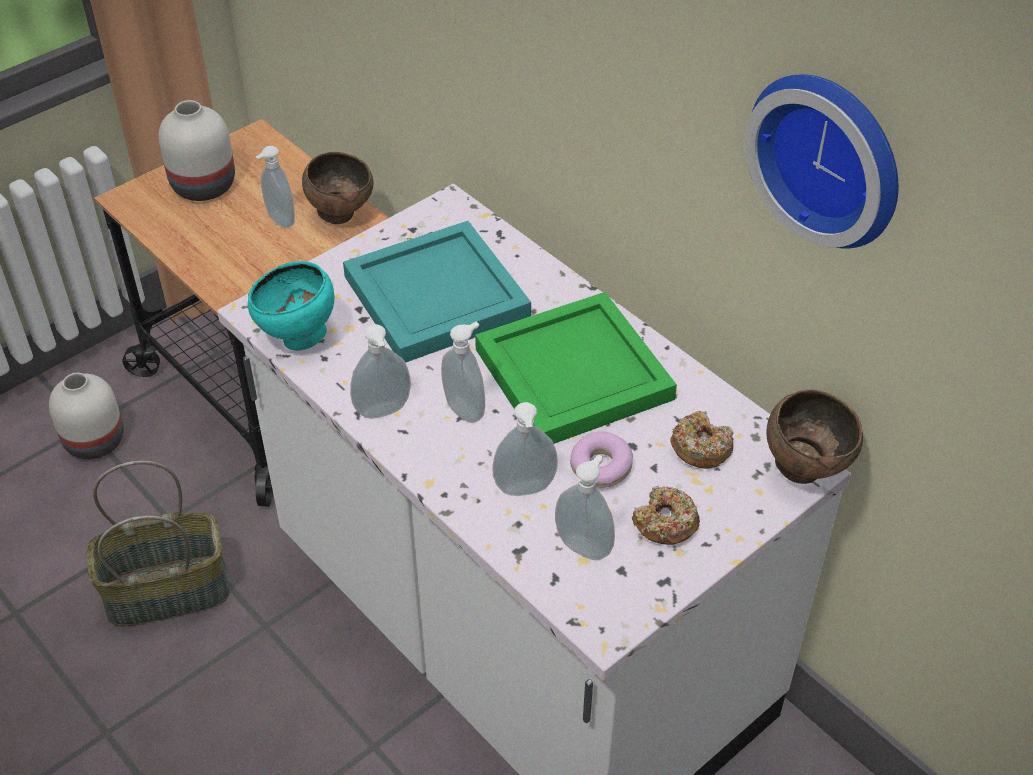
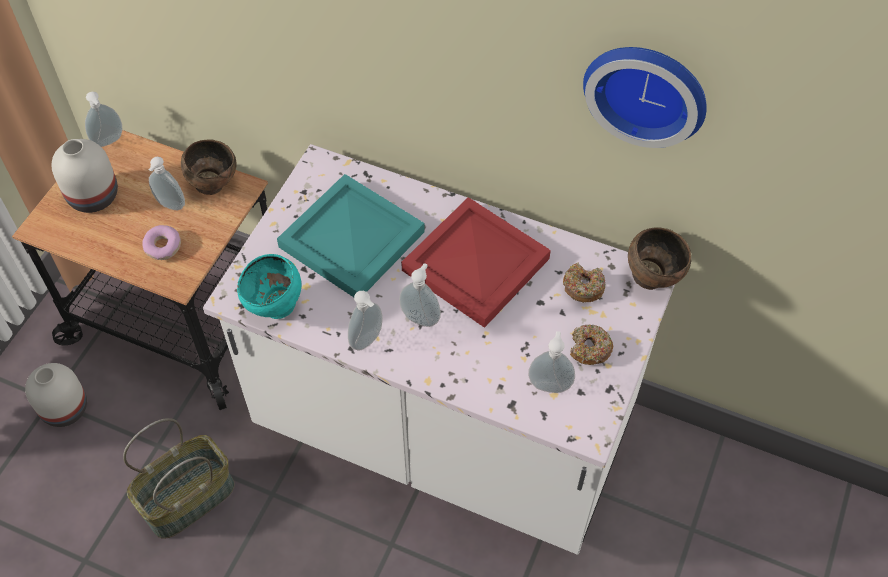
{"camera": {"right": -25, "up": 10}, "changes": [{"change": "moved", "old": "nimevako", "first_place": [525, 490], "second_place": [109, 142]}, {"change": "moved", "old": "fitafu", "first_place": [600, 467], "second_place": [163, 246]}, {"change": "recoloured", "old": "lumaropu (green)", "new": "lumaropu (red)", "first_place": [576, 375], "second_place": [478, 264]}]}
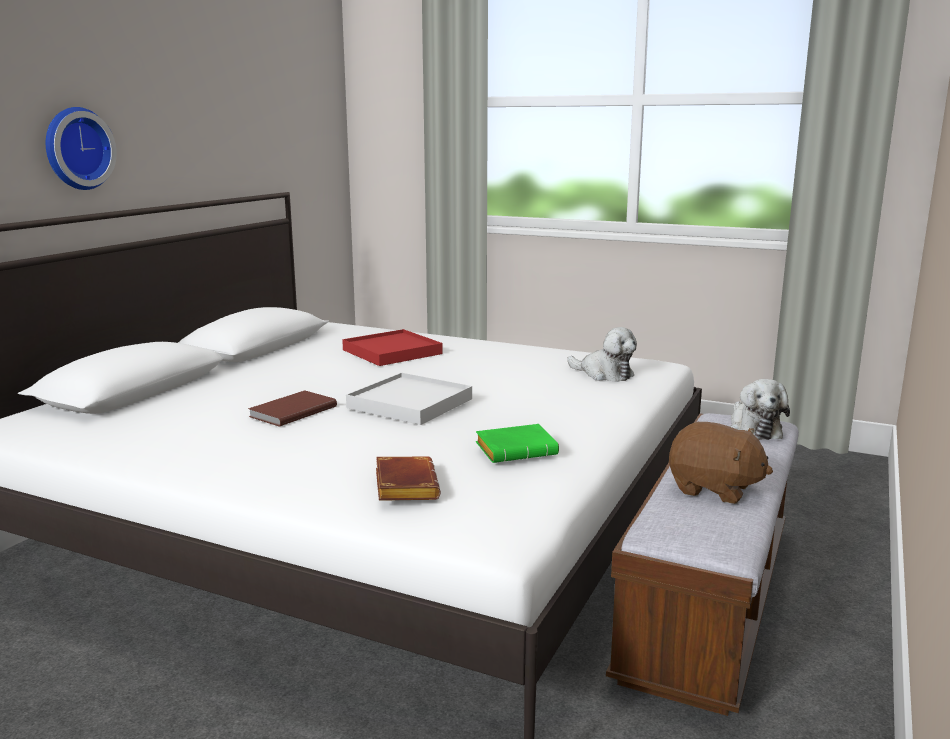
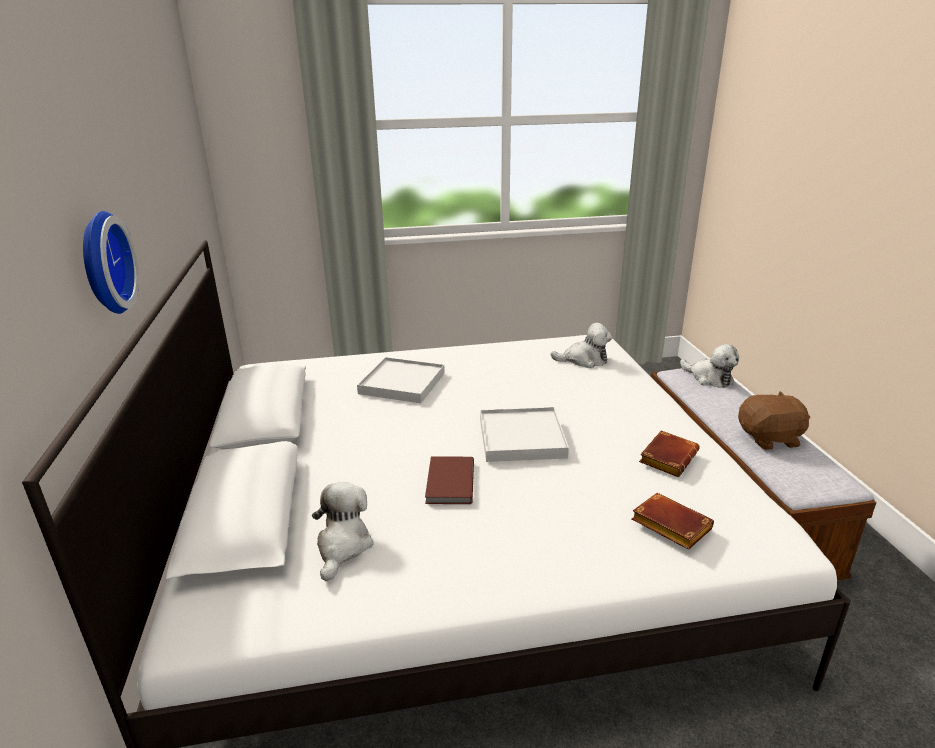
{"camera": {"right": -35, "up": 10}, "changes": [{"change": "added", "new": "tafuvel", "second_place": [343, 546]}, {"change": "recoloured", "old": "lumaropu (red)", "new": "lumaropu (white)", "first_place": [392, 352], "second_place": [402, 383]}, {"change": "recoloured", "old": "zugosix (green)", "new": "zugosix (brown)", "first_place": [517, 450], "second_place": [667, 457]}]}
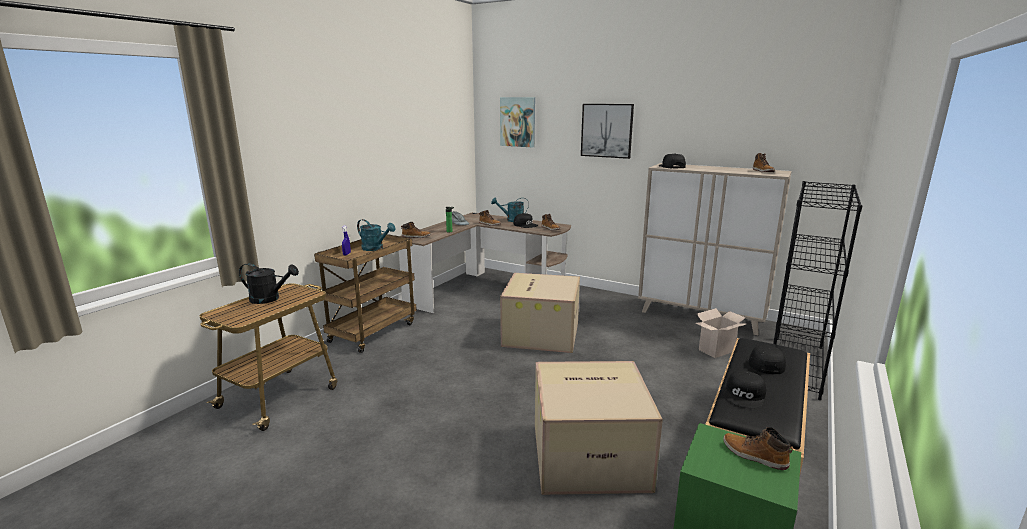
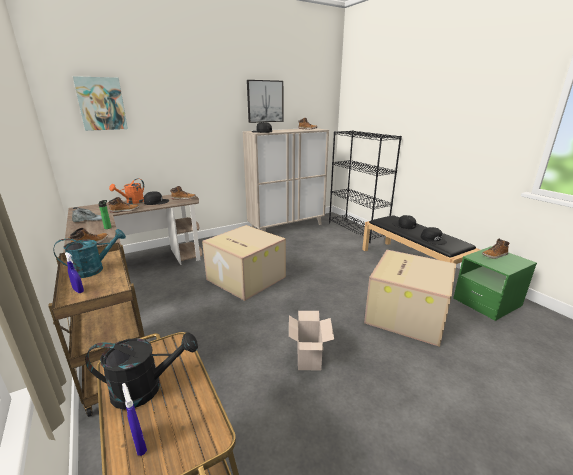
{"camera": {"right": -60, "up": 5}, "changes": [{"change": "turned", "old": "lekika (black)", "first_place": [270, 299], "second_place": [146, 388], "degrees": 45}, {"change": "recoloured", "old": "lekika (turquoise)", "new": "lekika (orange)", "first_place": [512, 220], "second_place": [132, 202]}, {"change": "added", "new": "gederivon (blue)", "second_place": [139, 444]}, {"change": "moved", "old": "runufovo", "first_place": [607, 130], "second_place": [265, 101]}, {"change": "moved", "old": "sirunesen", "first_place": [716, 351], "second_place": [309, 359]}]}
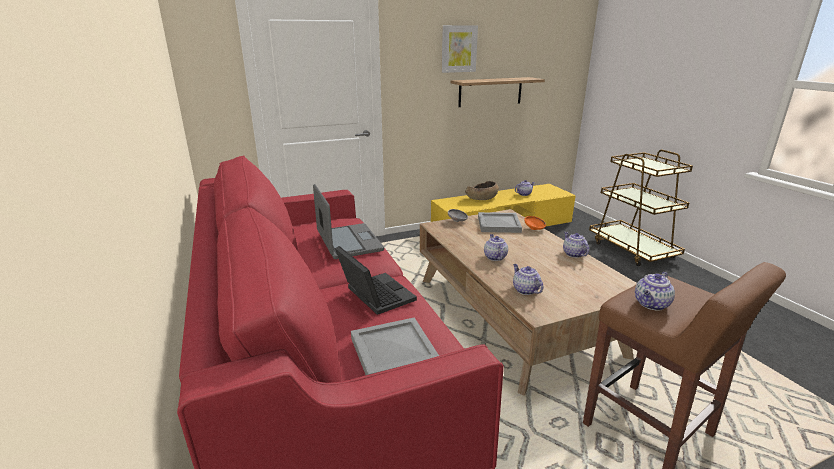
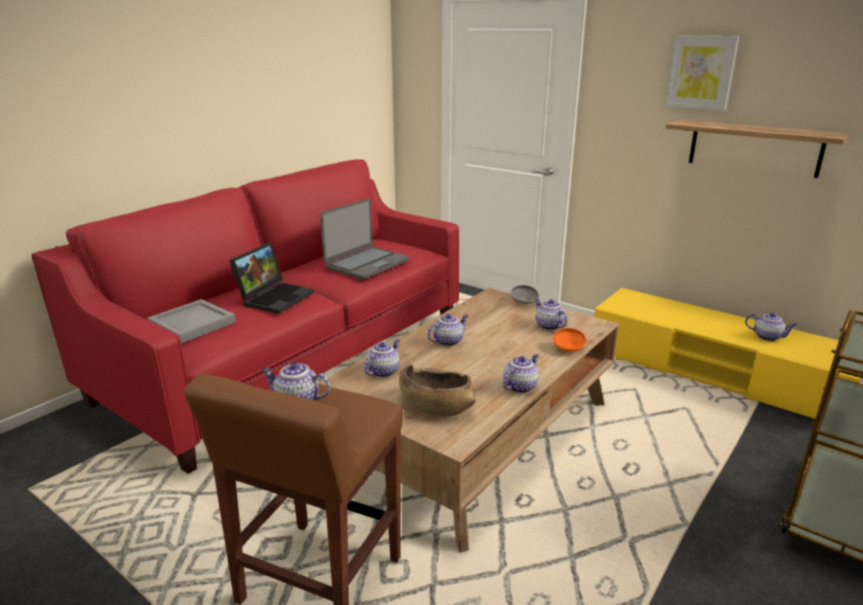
{"camera": {"right": 60, "up": 0}, "changes": [{"change": "moved", "old": "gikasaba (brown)", "first_place": [481, 198], "second_place": [435, 405]}, {"change": "replaced", "old": "lumaropu (grey)", "new": "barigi", "first_place": [498, 225], "second_place": [548, 325]}]}
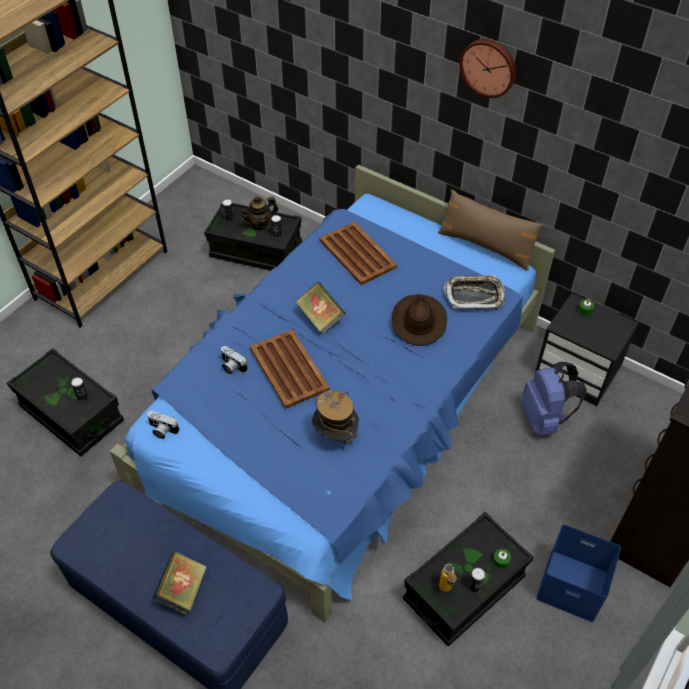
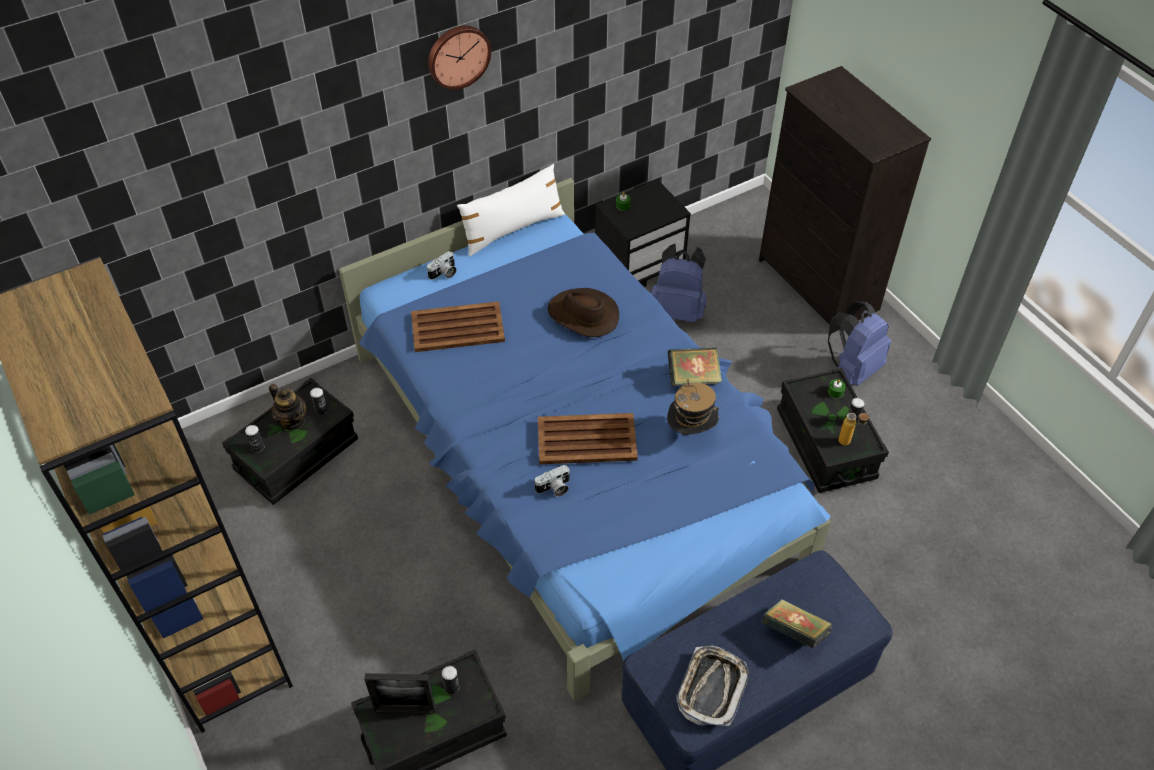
{"camera": {"right": -65, "up": 0}, "changes": [{"change": "turned", "old": "barigi", "first_place": [260, 224], "second_place": [292, 420], "degrees": -45}, {"change": "added", "new": "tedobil", "second_place": [405, 710]}, {"change": "moved", "old": "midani", "first_place": [162, 430], "second_place": [444, 273]}, {"change": "recoloured", "old": "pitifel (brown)", "new": "pitifel (white)", "first_place": [486, 246], "second_place": [512, 229]}, {"change": "moved", "old": "zugosix", "first_place": [320, 317], "second_place": [693, 378]}, {"change": "moved", "old": "lumaropu", "first_place": [474, 295], "second_place": [711, 688]}, {"change": "replaced", "old": "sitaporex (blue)", "new": "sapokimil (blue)", "first_place": [573, 585], "second_place": [853, 368]}]}
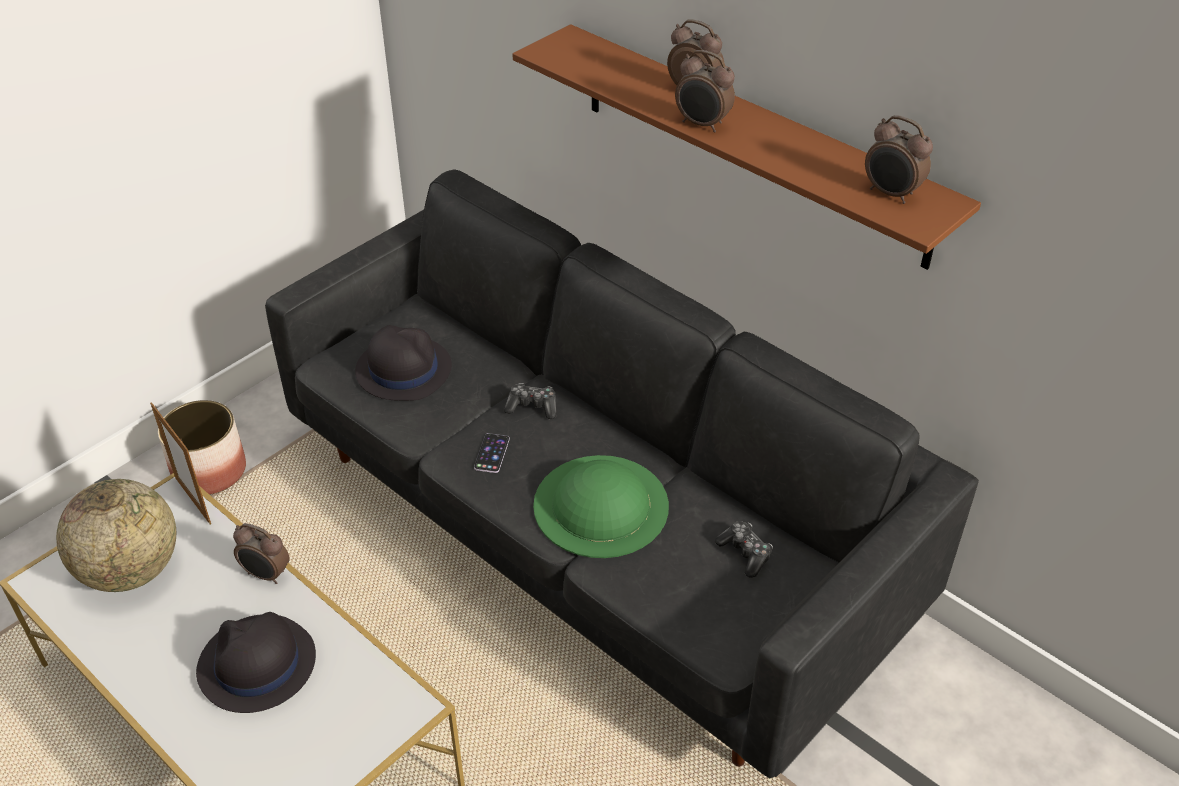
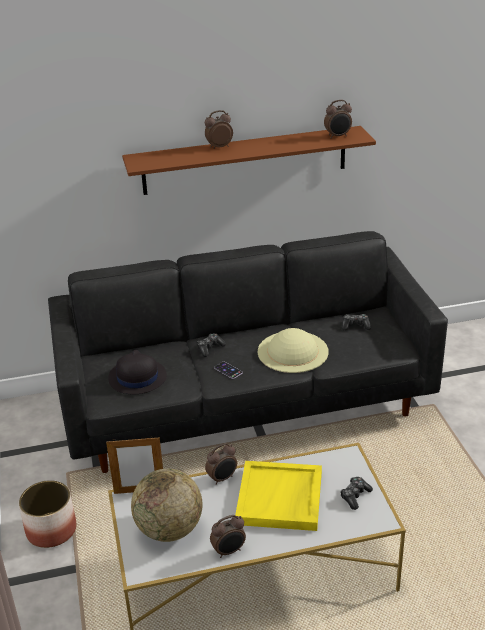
{"camera": {"right": -55, "up": -10}, "changes": [{"change": "moved", "old": "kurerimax", "first_place": [702, 125], "second_place": [229, 551]}, {"change": "replaced", "old": "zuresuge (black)", "new": "lumaropu (yellow)", "first_place": [256, 665], "second_place": [280, 499]}, {"change": "recoloured", "old": "zuresuge (green)", "new": "zuresuge (beige)", "first_place": [601, 505], "second_place": [293, 351]}, {"change": "added", "new": "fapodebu", "second_place": [355, 496]}]}
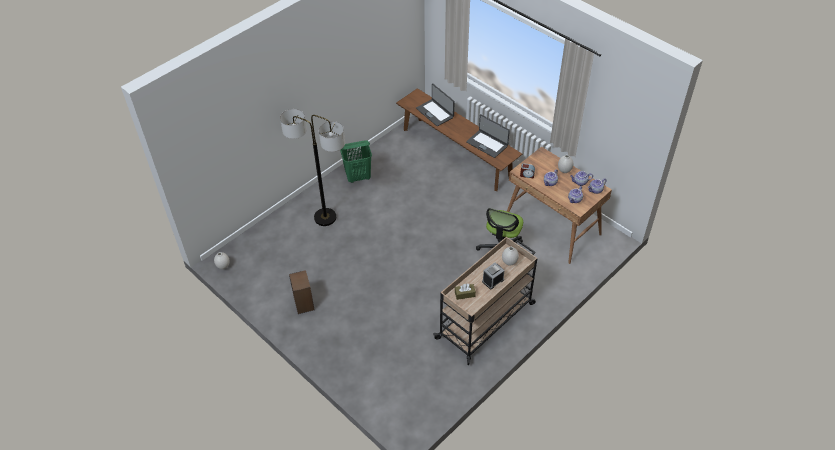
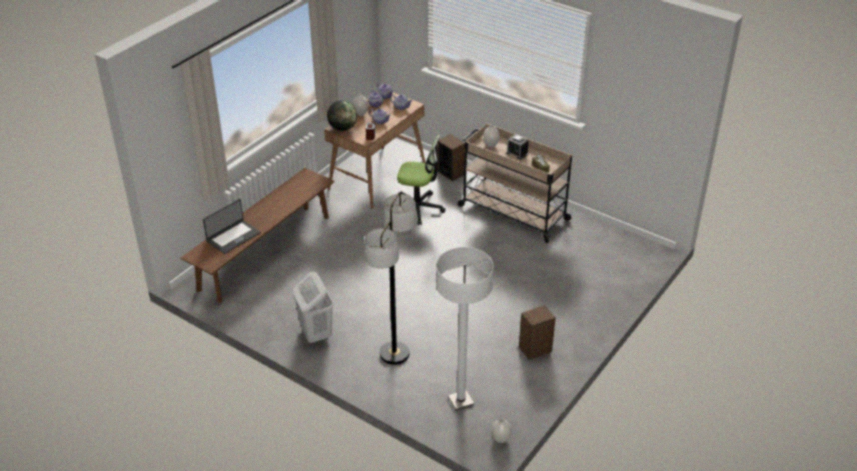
{"camera": {"right": -100, "up": -10}, "changes": [{"change": "recoloured", "old": "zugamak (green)", "new": "zugamak (white)", "first_place": [358, 177], "second_place": [316, 333]}, {"change": "added", "new": "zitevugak", "second_place": [342, 128]}, {"change": "added", "new": "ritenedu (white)", "second_place": [460, 401]}, {"change": "added", "new": "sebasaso", "second_place": [450, 173]}, {"change": "removed", "old": "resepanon", "first_place": [487, 144]}]}
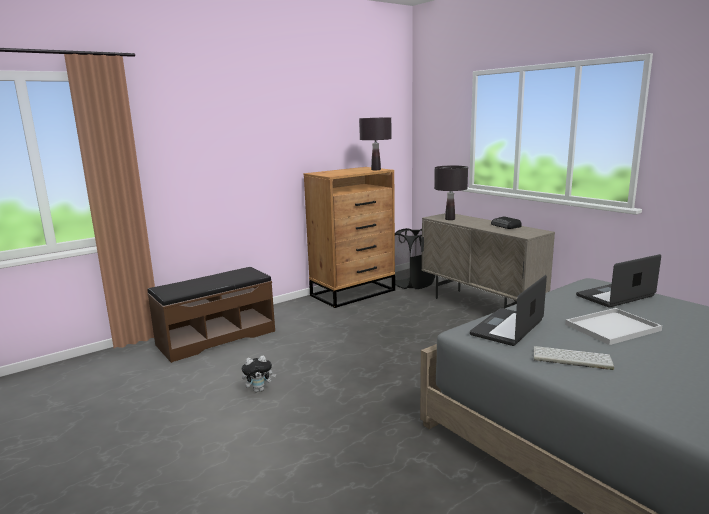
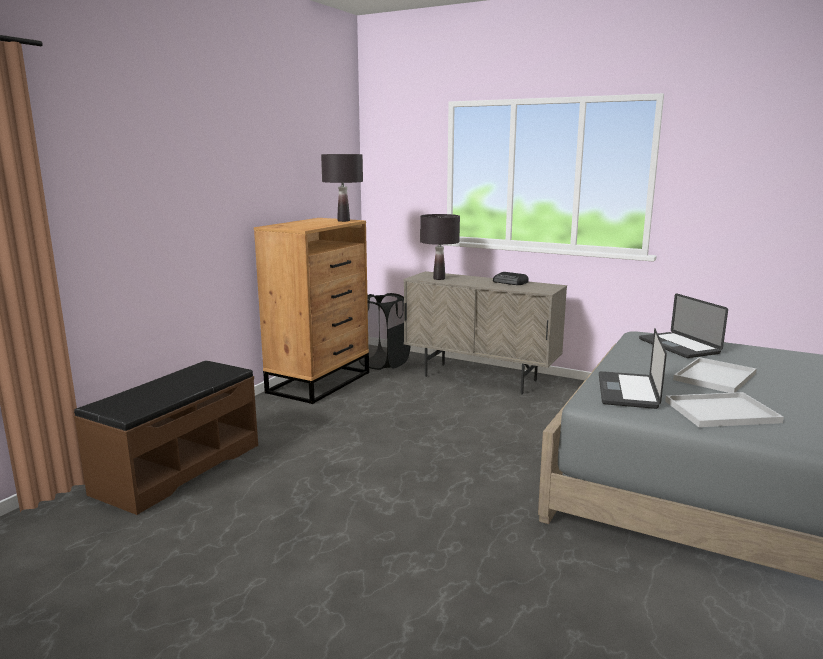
{"camera": {"right": -25, "up": 0}, "changes": [{"change": "turned", "old": "resepanon", "first_place": [615, 296], "second_place": [678, 346], "degrees": -60}, {"change": "replaced", "old": "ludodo", "new": "lumaropu (white)", "first_place": [570, 358], "second_place": [720, 412]}, {"change": "removed", "old": "tafuvel", "first_place": [259, 390]}]}
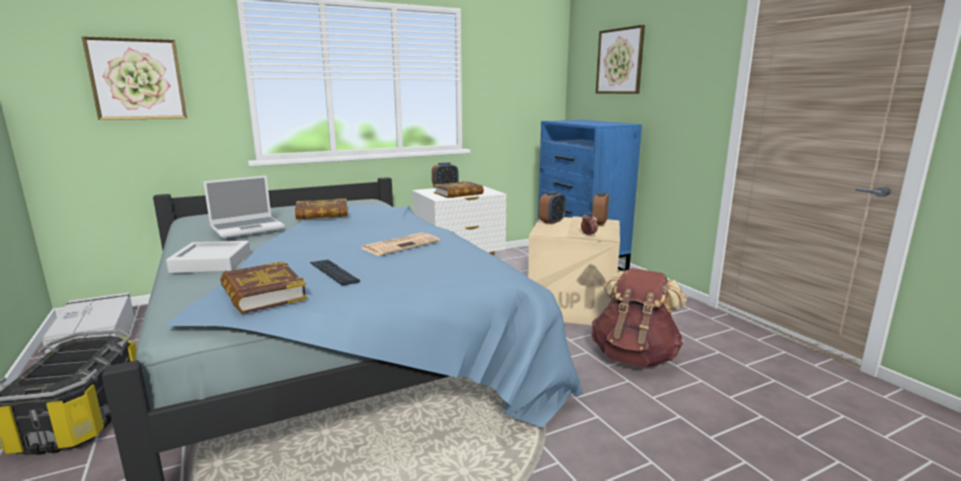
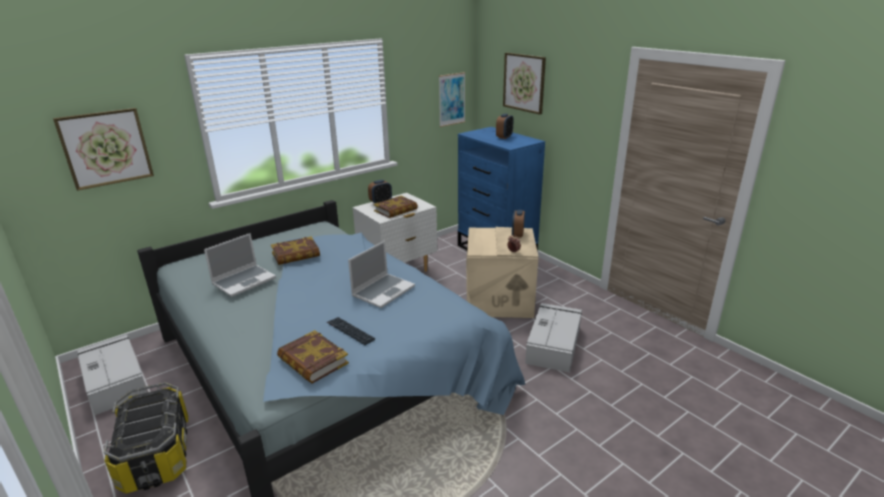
{"camera": {"right": -10, "up": 10}, "changes": [{"change": "replaced", "old": "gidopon", "new": "resepanon", "first_place": [401, 245], "second_place": [383, 291]}, {"change": "added", "new": "runufovo", "second_place": [452, 99]}, {"change": "moved", "old": "kurerimax", "first_place": [552, 221], "second_place": [504, 137]}, {"change": "replaced", "old": "sapokimil (brown)", "new": "sitaporex (grey)", "first_place": [634, 357], "second_place": [553, 344]}, {"change": "removed", "old": "lumaropu (grey)", "first_place": [211, 263]}]}
